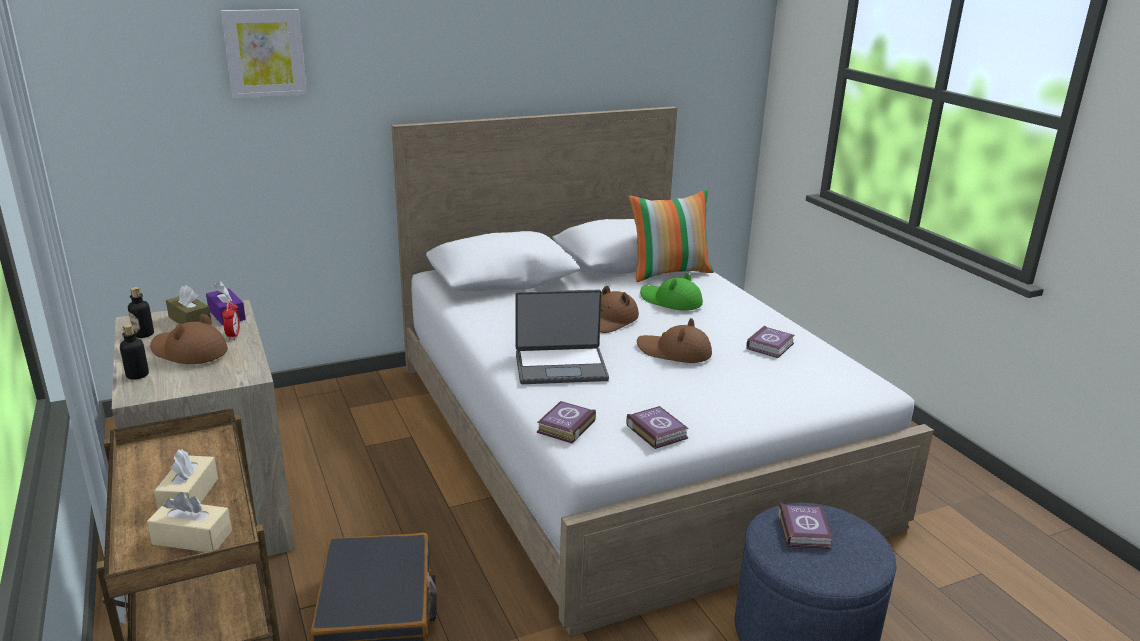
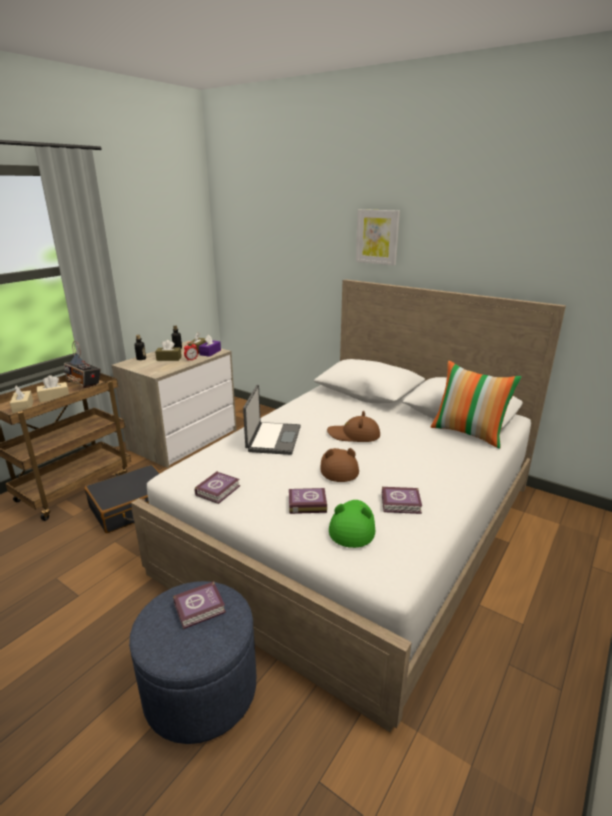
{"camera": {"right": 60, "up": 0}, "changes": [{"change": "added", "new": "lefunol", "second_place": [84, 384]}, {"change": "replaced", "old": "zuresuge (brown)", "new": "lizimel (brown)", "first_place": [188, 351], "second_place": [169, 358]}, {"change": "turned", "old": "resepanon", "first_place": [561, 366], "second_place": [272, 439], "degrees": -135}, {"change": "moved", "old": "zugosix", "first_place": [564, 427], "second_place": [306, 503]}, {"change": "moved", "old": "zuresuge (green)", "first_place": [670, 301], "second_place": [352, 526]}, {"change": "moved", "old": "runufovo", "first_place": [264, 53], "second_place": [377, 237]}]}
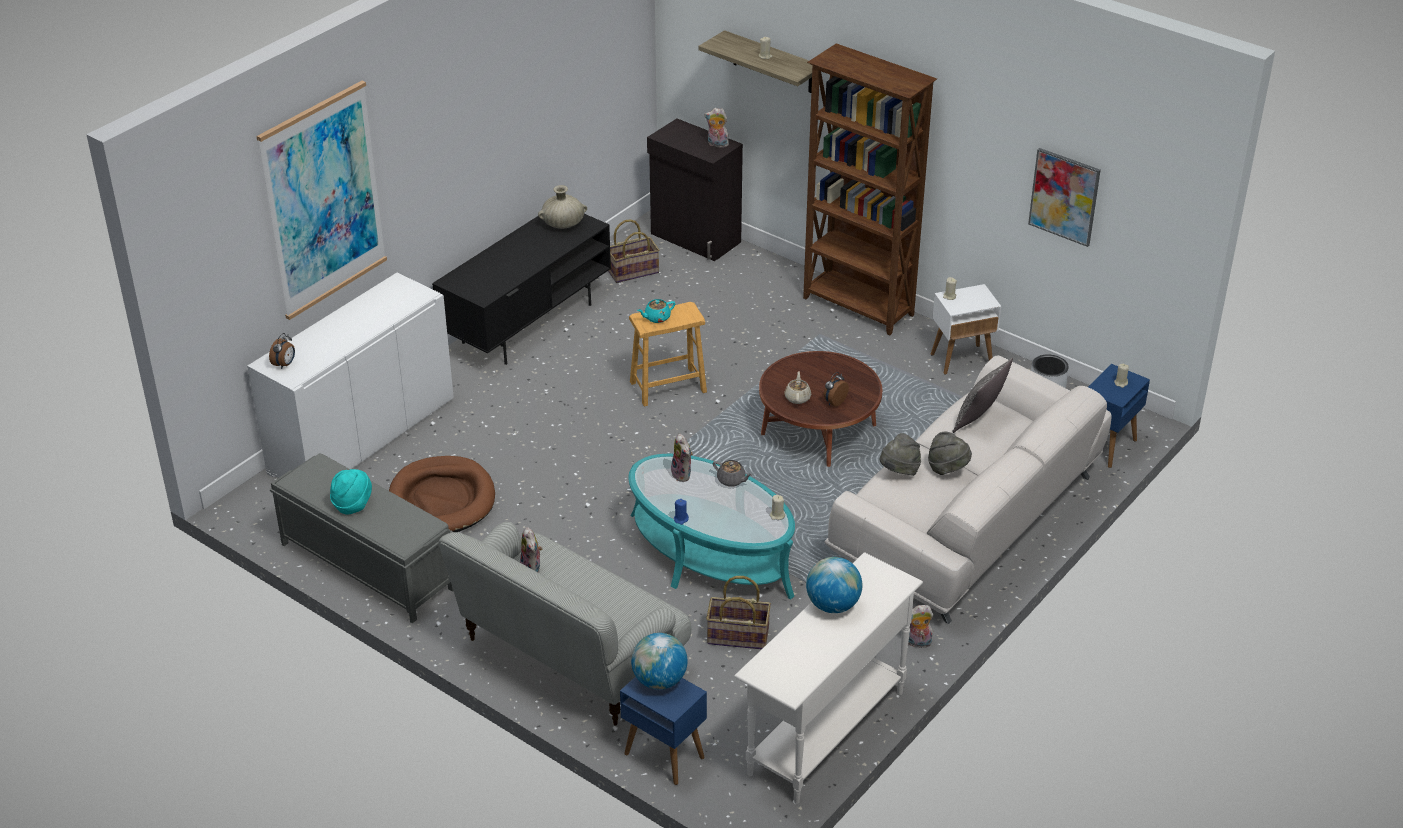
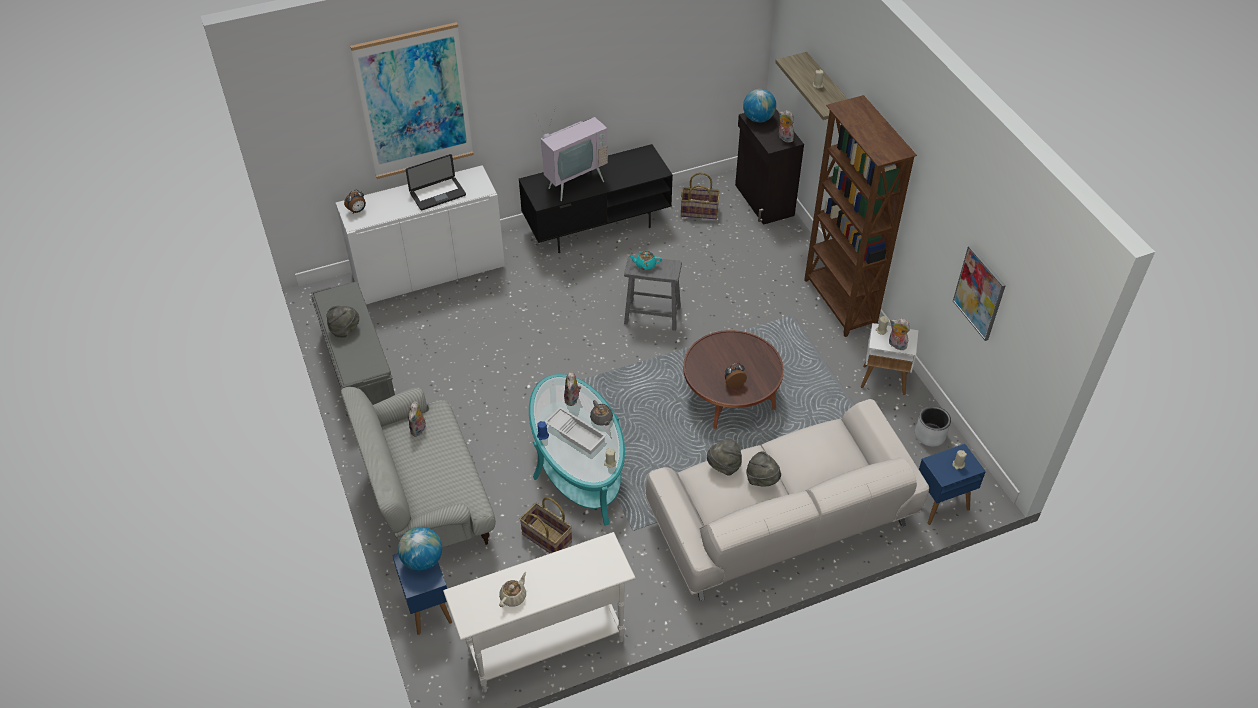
{"camera": {"right": 30, "up": 10}, "changes": [{"change": "recoloured", "old": "zuresuge (turquoise)", "new": "zuresuge (grey)", "first_place": [352, 504], "second_place": [345, 330]}, {"change": "added", "new": "resepanon", "second_place": [438, 194]}, {"change": "moved", "old": "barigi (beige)", "first_place": [797, 397], "second_place": [513, 596]}, {"change": "added", "new": "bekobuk", "second_place": [573, 182]}, {"change": "added", "new": "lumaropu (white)", "second_place": [576, 433]}, {"change": "recoloured", "old": "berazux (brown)", "new": "berazux (grey)", "first_place": [668, 387], "second_place": [652, 315]}, {"change": "moved", "old": "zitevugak", "first_place": [832, 605], "second_place": [758, 119]}, {"change": "moved", "old": "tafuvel", "first_place": [918, 643], "second_place": [896, 345]}, {"change": "removed", "old": "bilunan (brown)", "first_place": [442, 500]}, {"change": "removed", "old": "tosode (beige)", "first_place": [563, 224]}, {"change": "removed", "old": "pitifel", "first_place": [979, 419]}]}
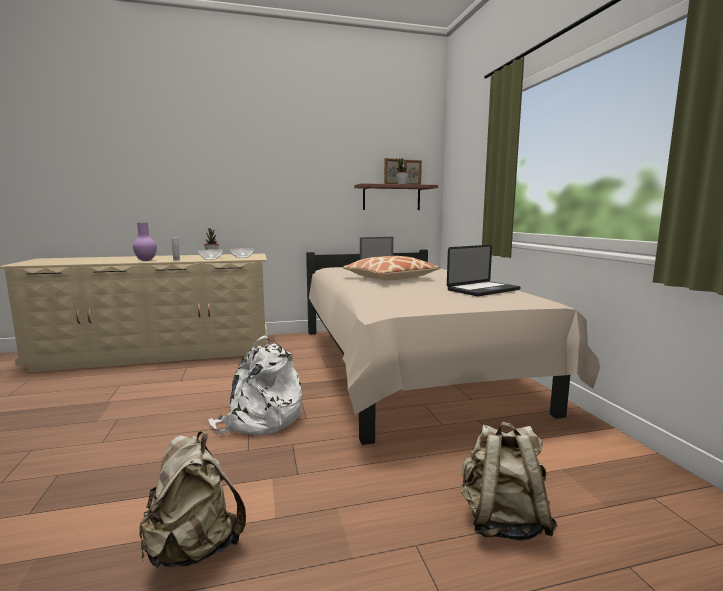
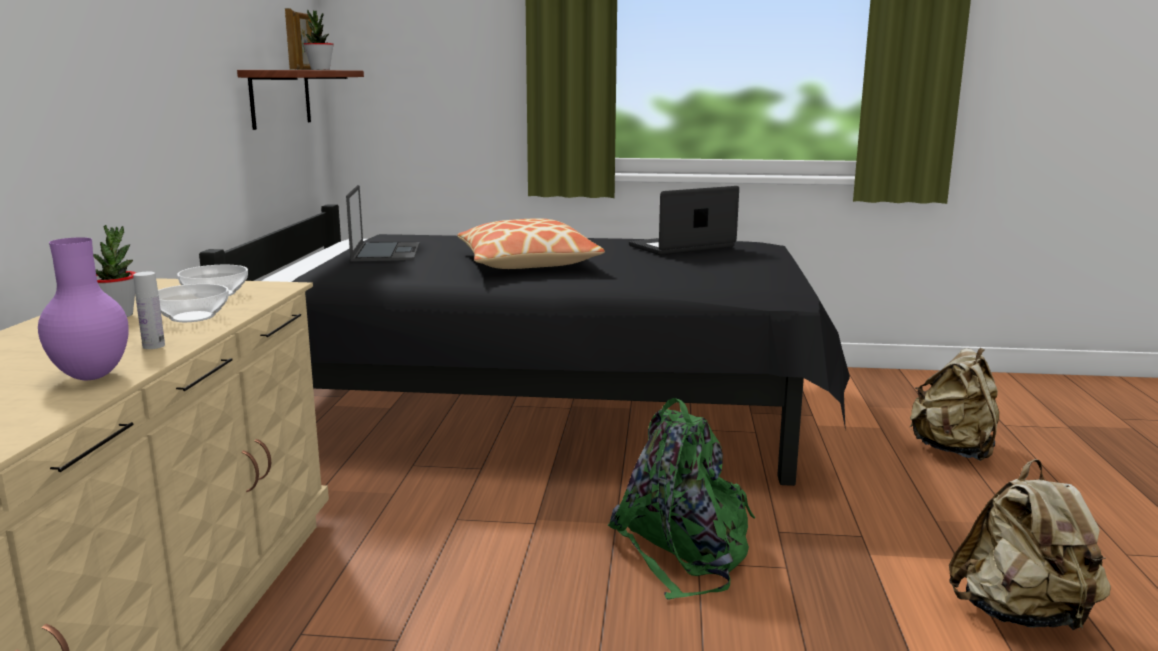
{"camera": {"right": -70, "up": 5}, "changes": [{"change": "recoloured", "old": "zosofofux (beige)", "new": "zosofofux (black)", "first_place": [407, 368], "second_place": [547, 412]}, {"change": "recoloured", "old": "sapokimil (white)", "new": "sapokimil (green)", "first_place": [260, 420], "second_place": [684, 551]}, {"change": "turned", "old": "resepanon", "first_place": [483, 290], "second_place": [682, 247], "degrees": -105}]}
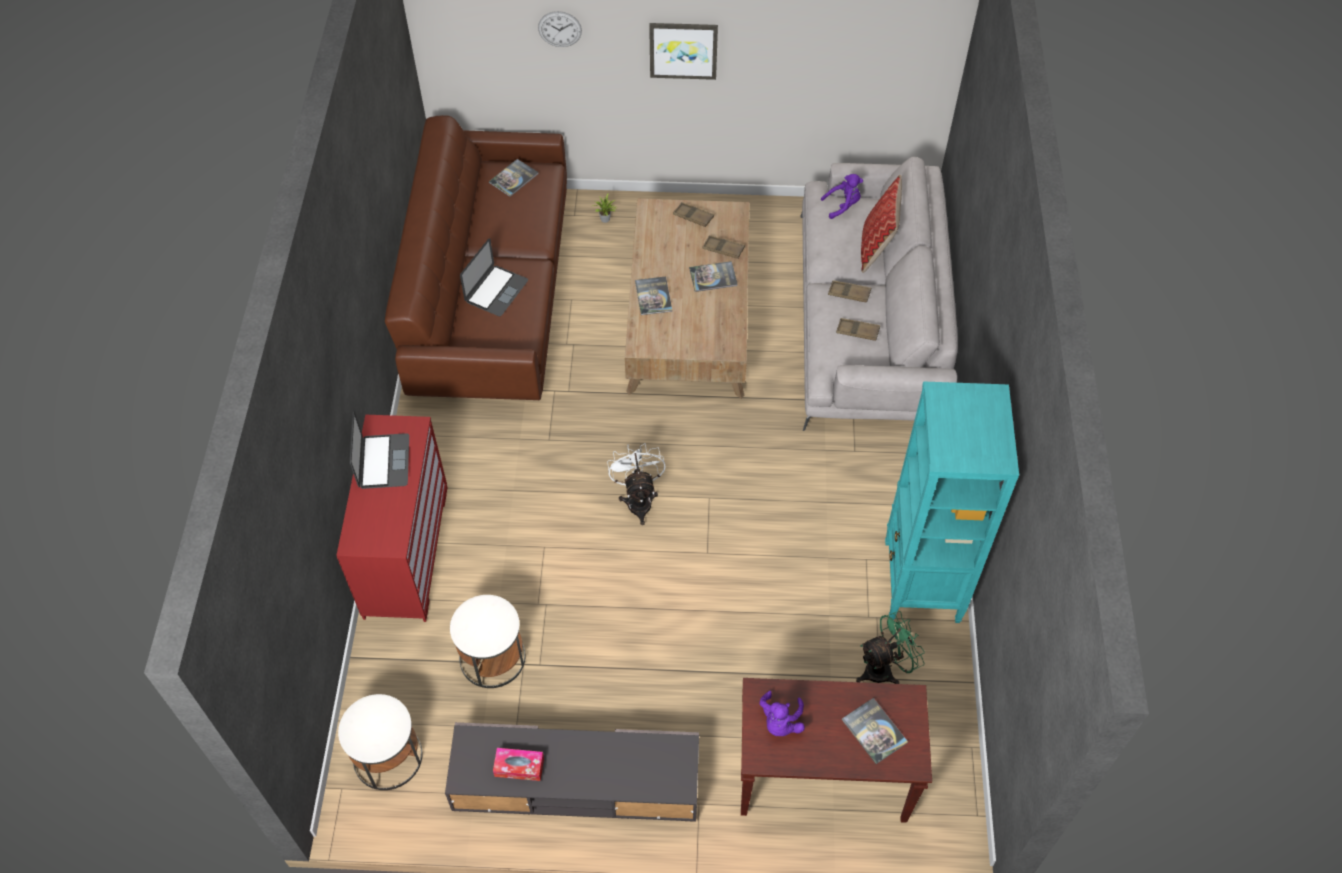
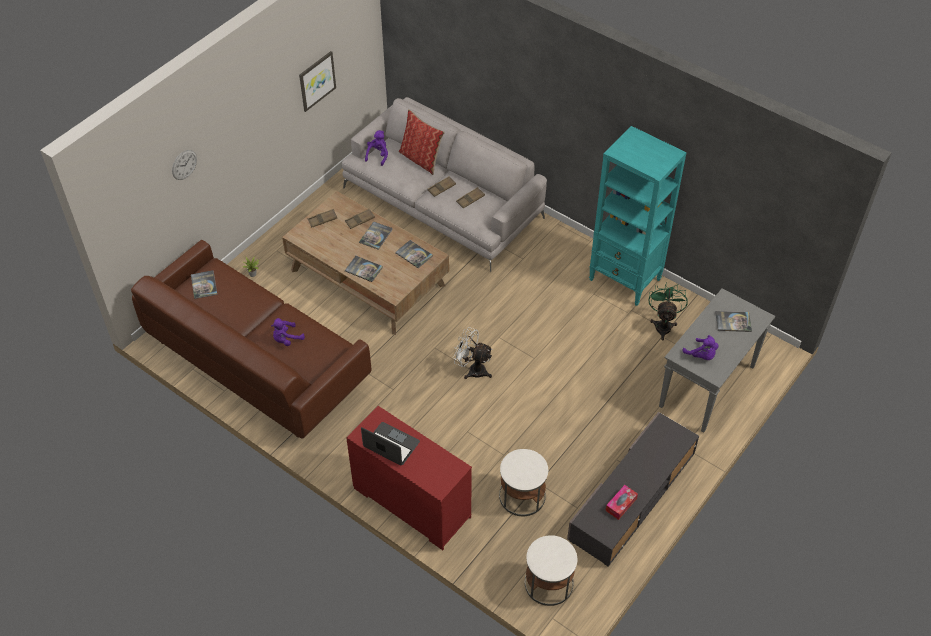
{"camera": {"right": -55, "up": -5}, "changes": [{"change": "replaced", "old": "resepanon", "new": "tafuvel (purple)", "first_place": [496, 291], "second_place": [286, 339]}, {"change": "moved", "old": "runufovo", "first_place": [683, 50], "second_place": [317, 80]}, {"change": "added", "new": "zugosix", "second_place": [414, 254]}, {"change": "recoloured", "old": "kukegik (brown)", "new": "kukegik (grey)", "first_place": [821, 780], "second_place": [707, 387]}]}
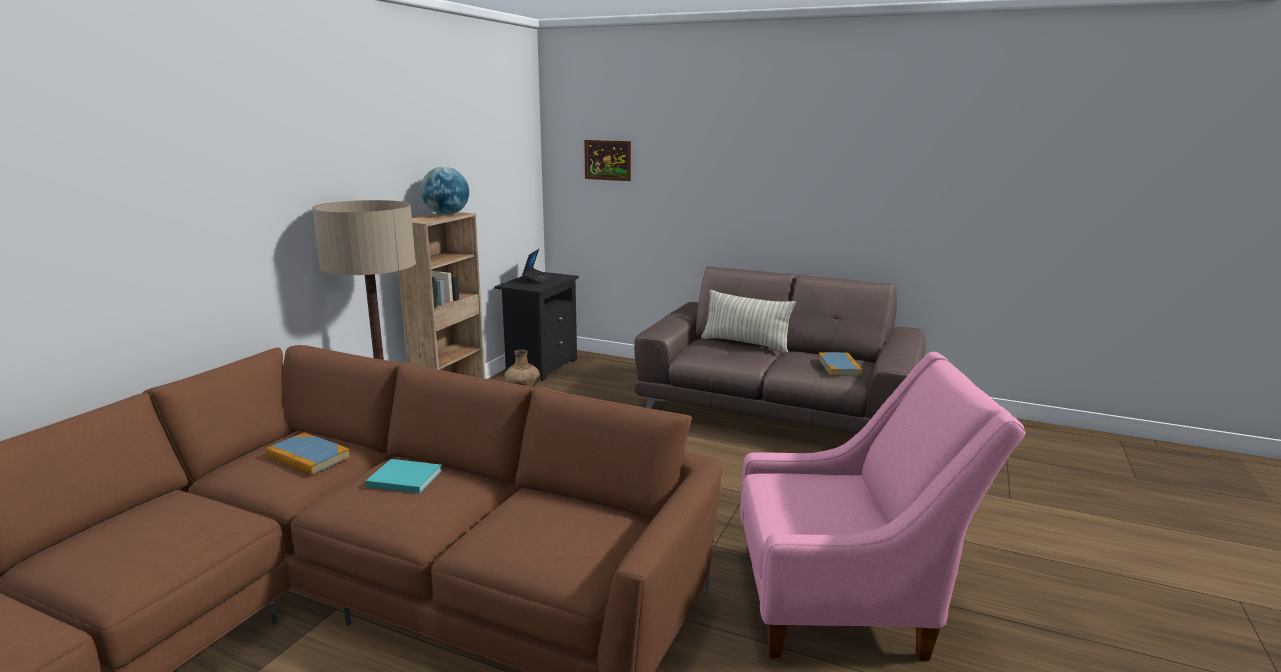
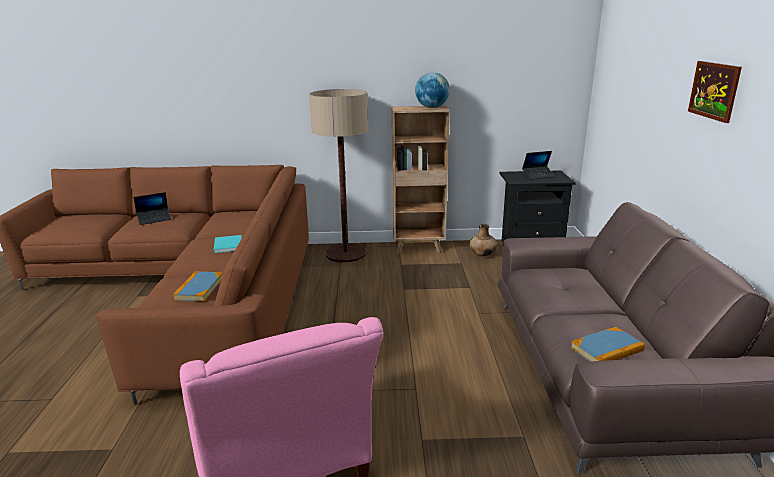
{"camera": {"right": 65, "up": 5}, "changes": [{"change": "added", "new": "resepanon", "second_place": [154, 219]}, {"change": "moved", "old": "zugosix", "first_place": [308, 457], "second_place": [199, 288]}, {"change": "moved", "old": "runufovo", "first_place": [608, 160], "second_place": [714, 90]}, {"change": "removed", "old": "pitifel", "first_place": [745, 344]}]}
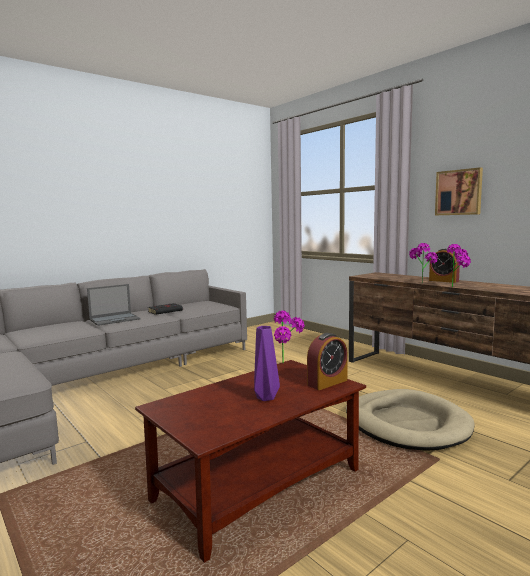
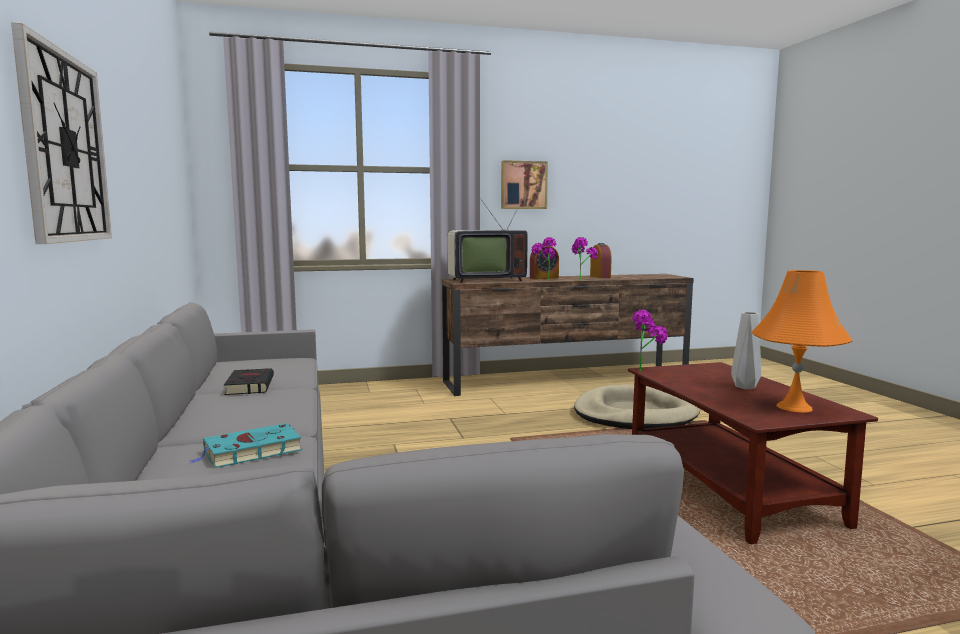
{"camera": {"right": -65, "up": 0}, "changes": [{"change": "added", "new": "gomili", "second_place": [65, 148]}, {"change": "added", "new": "zugosix (turquoise)", "second_place": [250, 452]}, {"change": "added", "new": "bekobuk", "second_place": [484, 280]}, {"change": "moved", "old": "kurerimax", "first_place": [327, 382], "second_place": [600, 276]}, {"change": "recoloured", "old": "tosode (purple)", "new": "tosode (grey)", "first_place": [265, 397], "second_place": [744, 387]}, {"change": "added", "new": "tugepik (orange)", "second_place": [794, 407]}, {"change": "removed", "old": "resepanon", "first_place": [115, 319]}]}
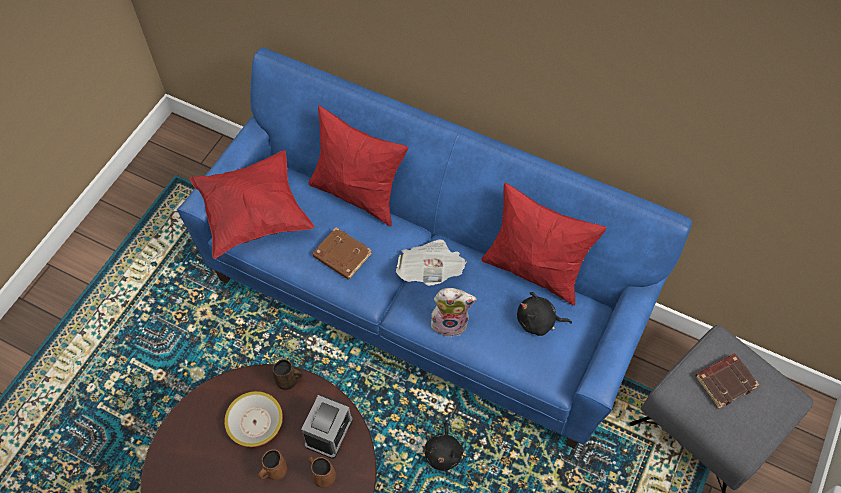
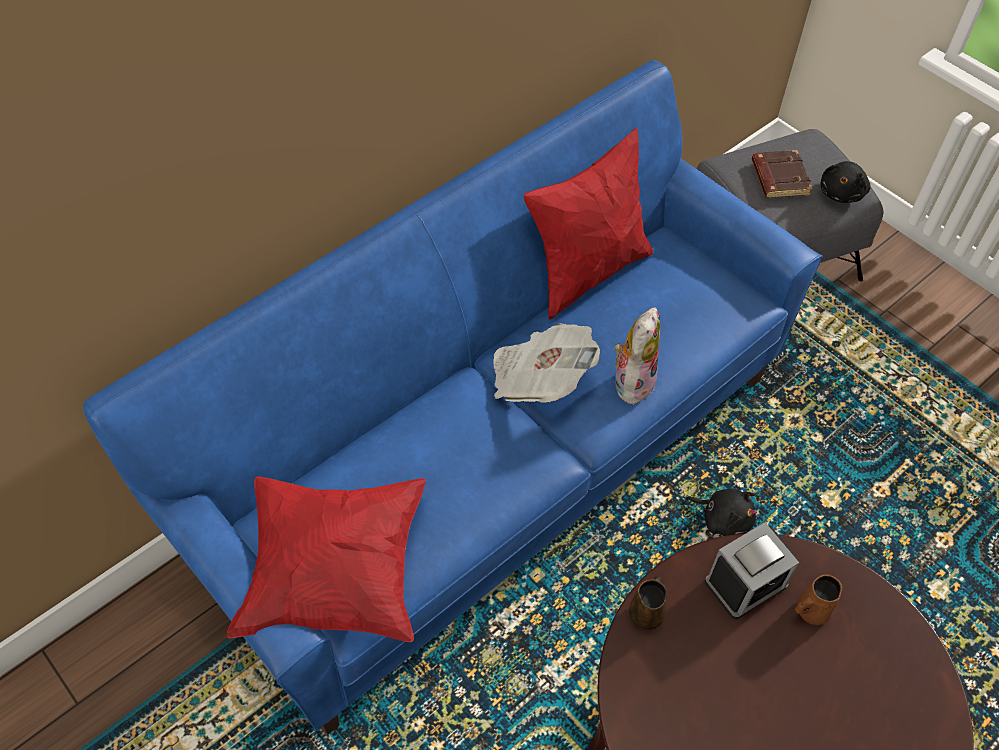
{"camera": {"right": -70, "up": -5}, "changes": [{"change": "turned", "old": "kurerimax", "first_place": [329, 432], "second_place": [745, 583], "degrees": 105}, {"change": "moved", "old": "tafuvel (black)", "first_place": [538, 321], "second_place": [841, 193]}, {"change": "removed", "old": "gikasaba", "first_place": [255, 422]}, {"change": "removed", "old": "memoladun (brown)", "first_place": [275, 471]}, {"change": "removed", "old": "pitifel (red)", "first_place": [358, 194]}, {"change": "removed", "old": "zugosix (brown)", "first_place": [341, 256]}]}
